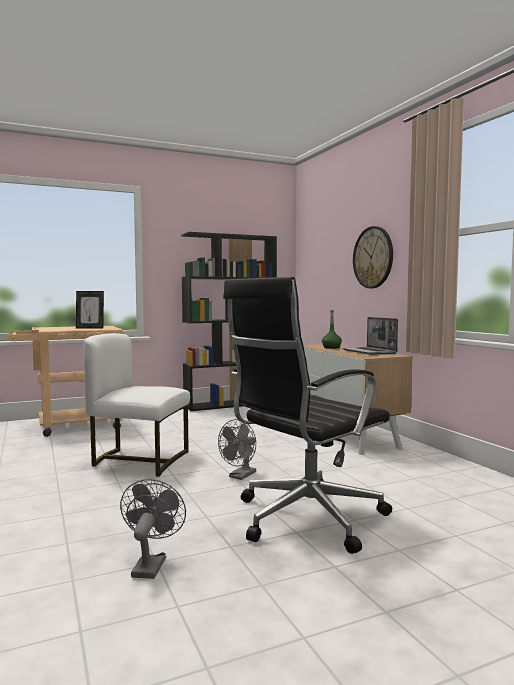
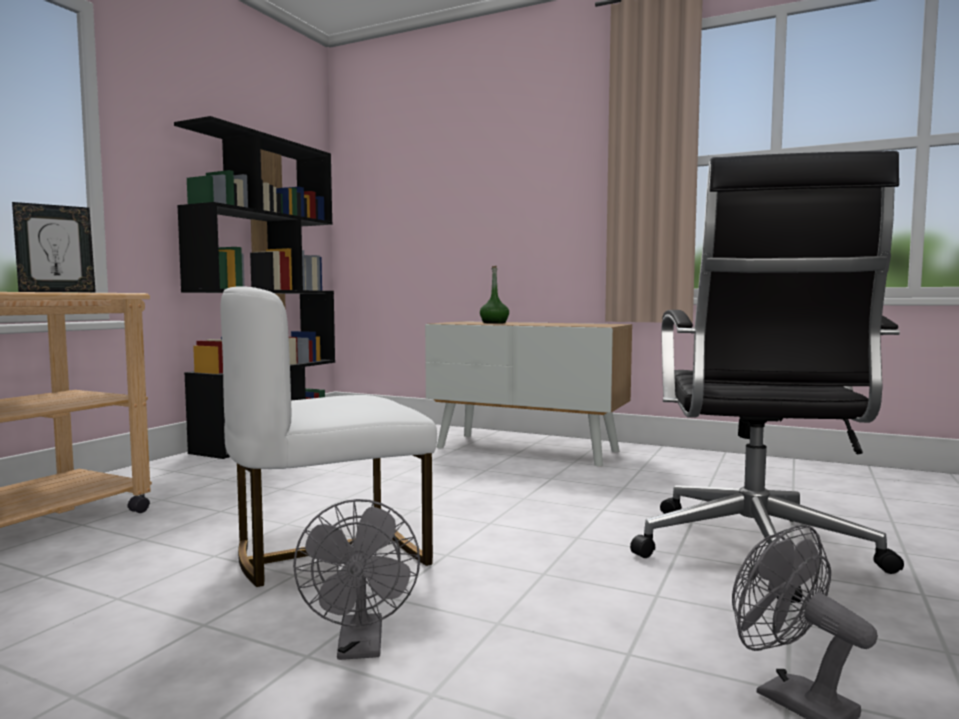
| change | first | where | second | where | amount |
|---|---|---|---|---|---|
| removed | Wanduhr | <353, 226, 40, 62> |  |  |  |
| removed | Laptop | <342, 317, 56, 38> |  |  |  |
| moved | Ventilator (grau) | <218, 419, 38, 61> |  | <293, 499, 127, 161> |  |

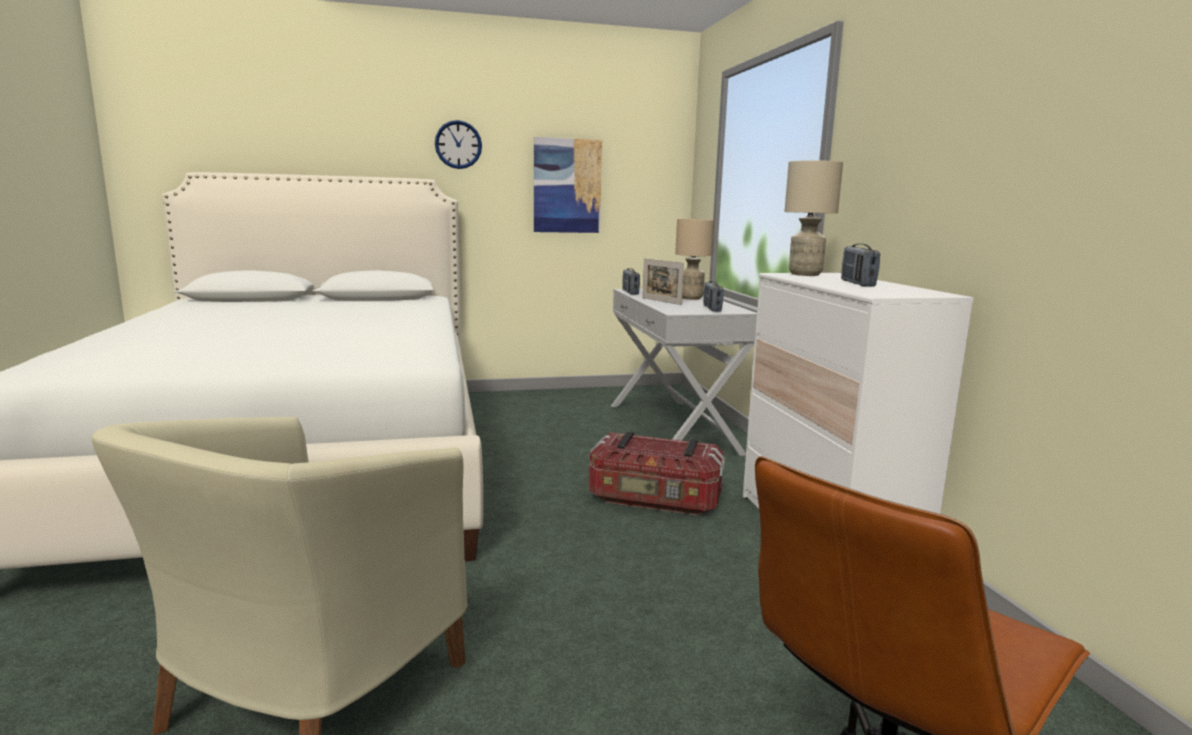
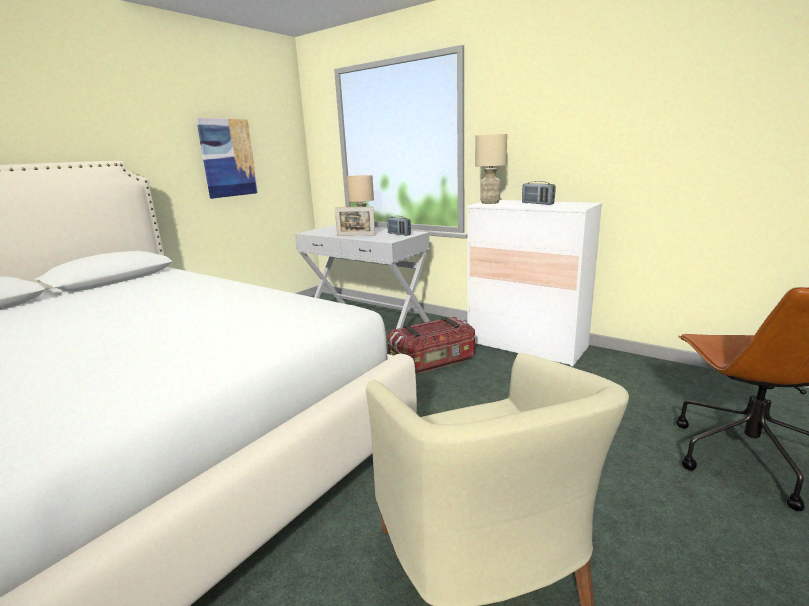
| change | first | where | second | where | amount |
|---|---|---|---|---|---|
| removed | Wanduhr | <435, 120, 47, 49> |  |  |  |
| removed | Radio | <622, 268, 18, 27> |  |  |  |

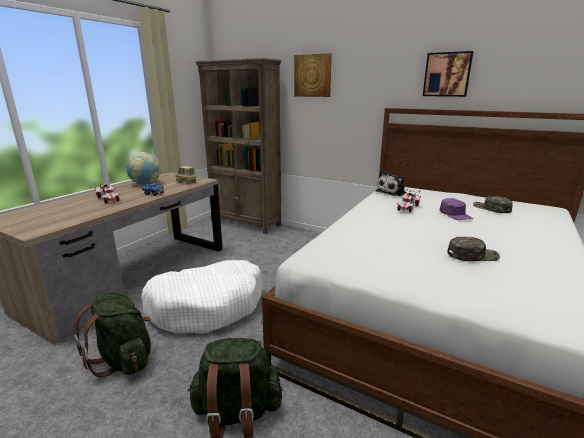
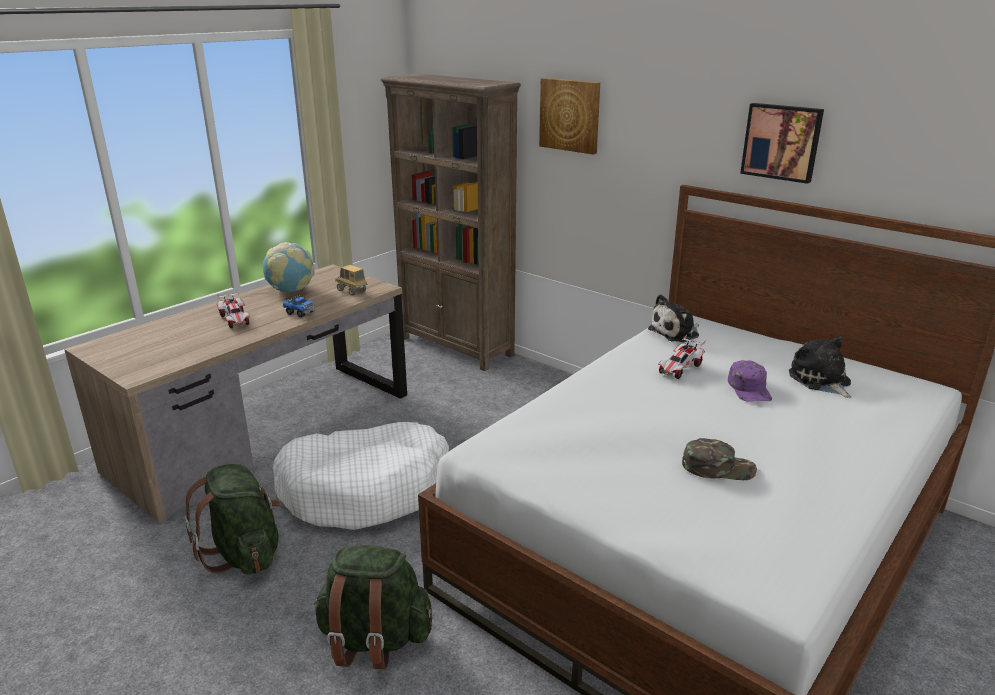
| change | first | where | second | where | amount |
|---|---|---|---|---|---|
| replaced | Kappe (grün) | <473, 196, 40, 17> | Plüschtier | <789, 336, 63, 62> |  |

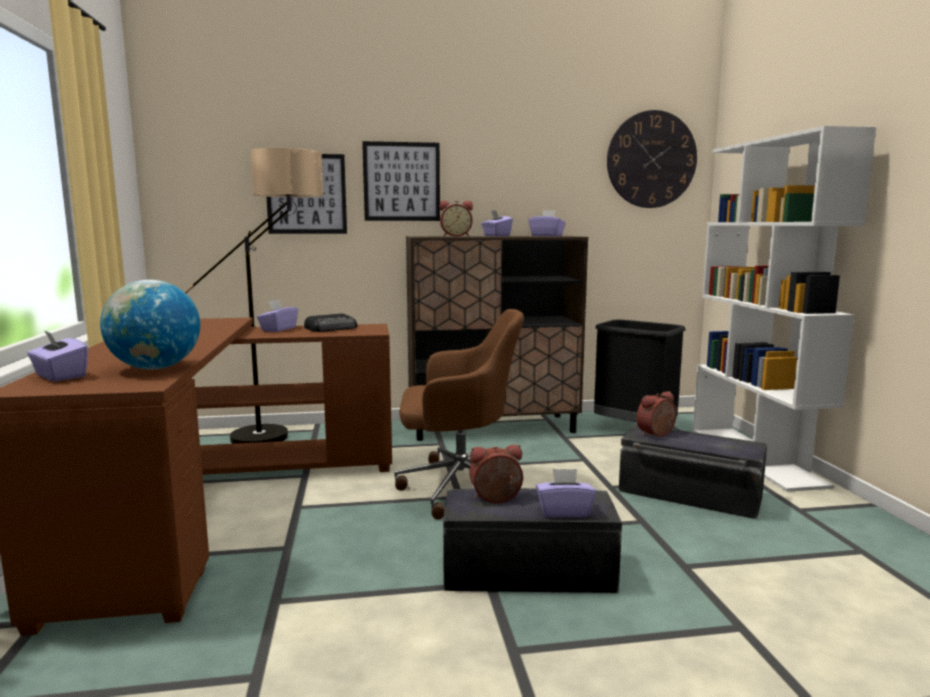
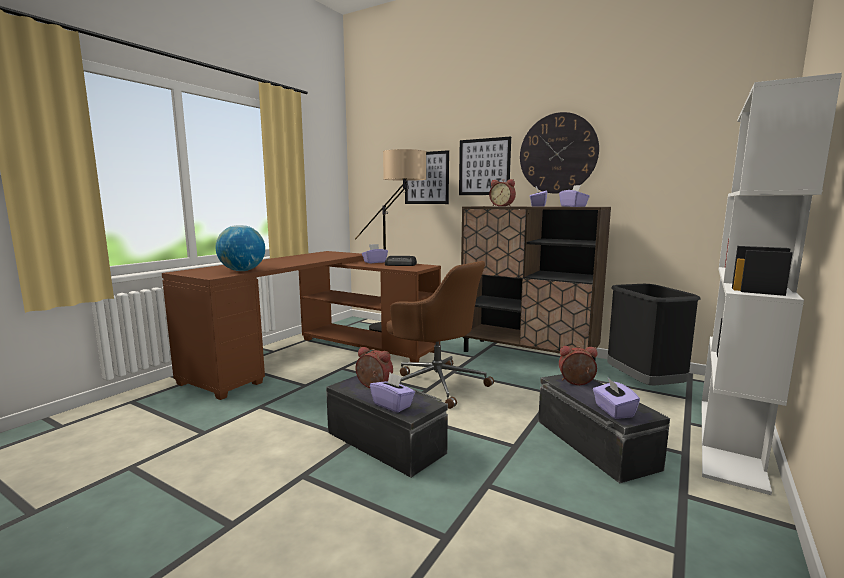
| change | first | where | second | where | amount |
|---|---|---|---|---|---|
| moved | Wanduhr | <607, 110, 90, 98> |  | <520, 112, 79, 81> |  |
| moved | Taschentuchbox (lila) | <27, 330, 61, 52> |  | <593, 378, 47, 41> |  |

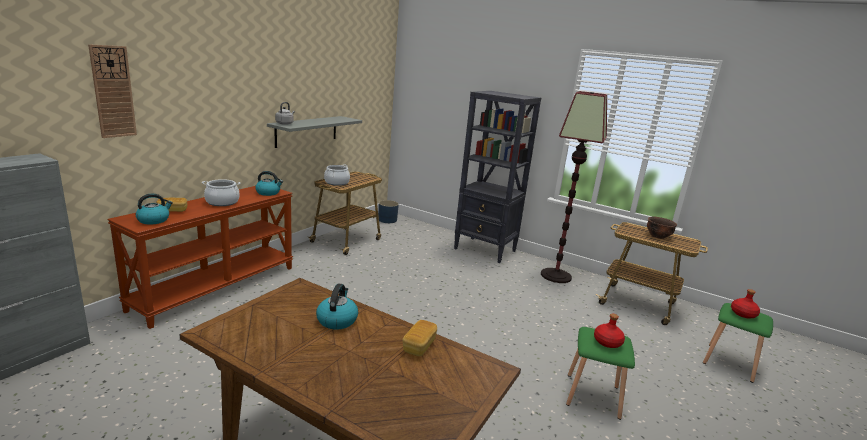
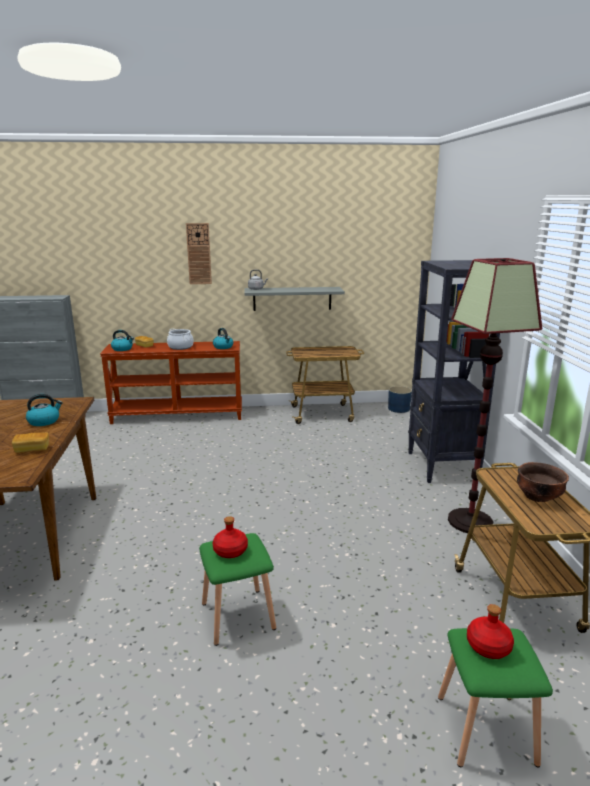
| change | first | where | second | where | amount |
|---|---|---|---|---|---|
| moved | Wanduhr | <88, 44, 49, 94> |  | <186, 223, 26, 61> |  |
| removed | Kochtopf | <324, 164, 26, 22> |  |  |  |

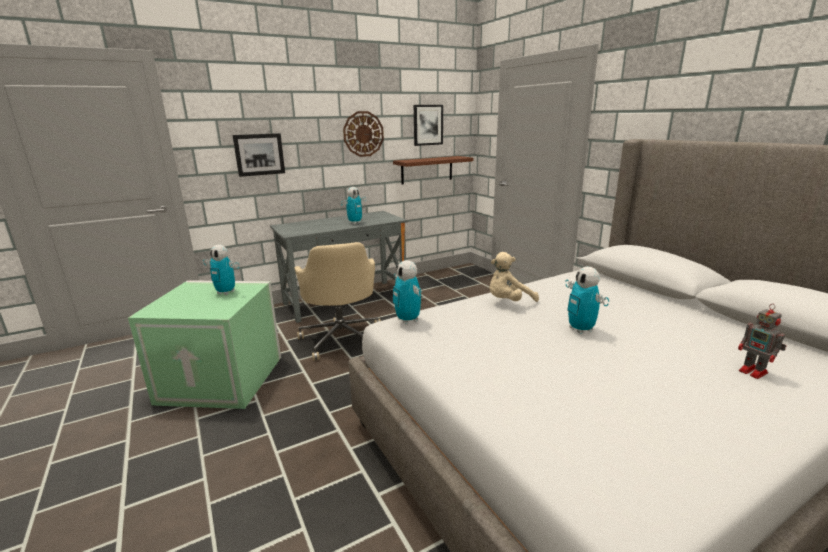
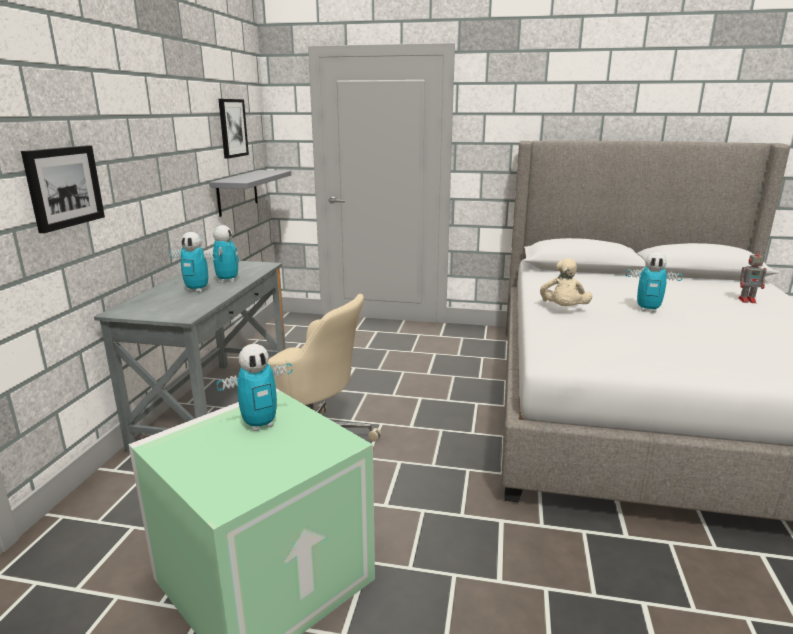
| change | first | where | second | where | amount |
|---|---|---|---|---|---|
| removed | Wanduhr | <343, 111, 41, 46> |  |  |  |
| recoloured | Wandregal (braun) | <393, 156, 80, 29> | Wandregal (grau) | <209, 170, 82, 47> |  |
| moved | Spielzeugroboter | <393, 260, 29, 64> |  | <169, 232, 48, 60> |  |

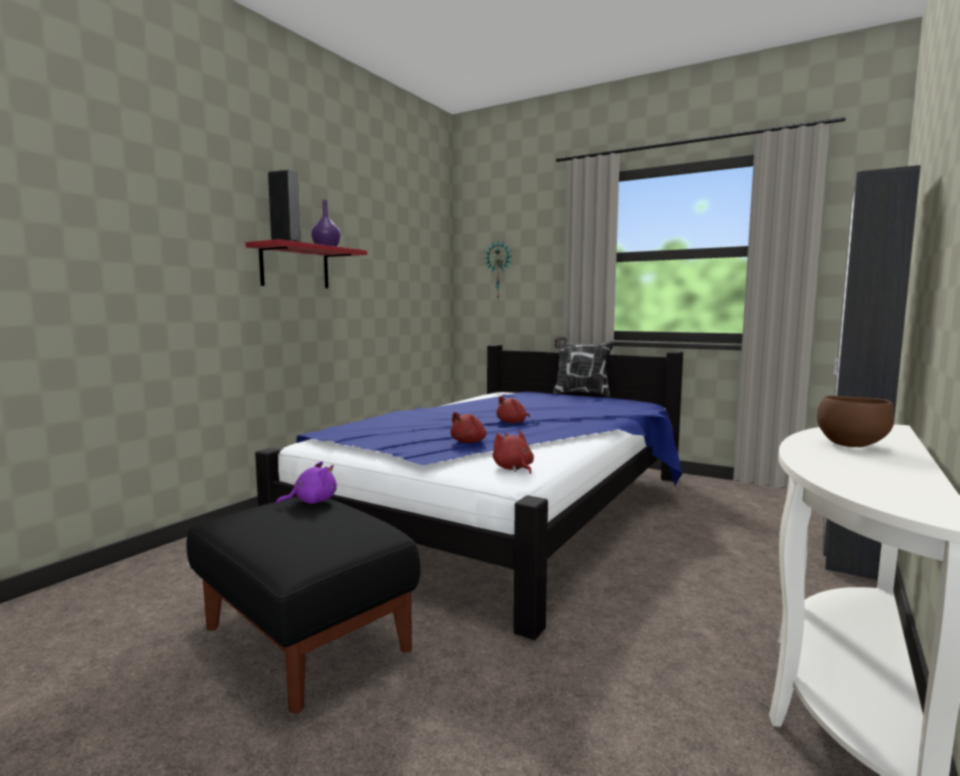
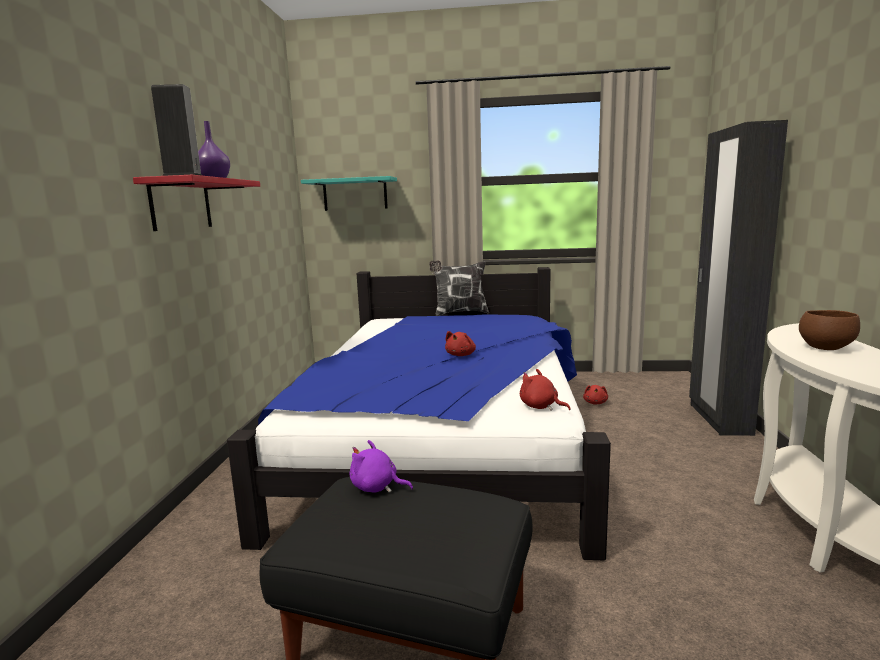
| change | first | where | second | where | amount |
|---|---|---|---|---|---|
| replaced | Wanduhr | <484, 241, 28, 58> | Wandregal (türkis) | <301, 176, 96, 35> |  |
| moved | Plüschtier (rot) | <450, 412, 37, 31> |  | <583, 385, 25, 19> |  |
| turned | Plüschtier (lila) | <276, 461, 61, 44> |  | <350, 440, 63, 53> | 105 degrees counterclockwise |

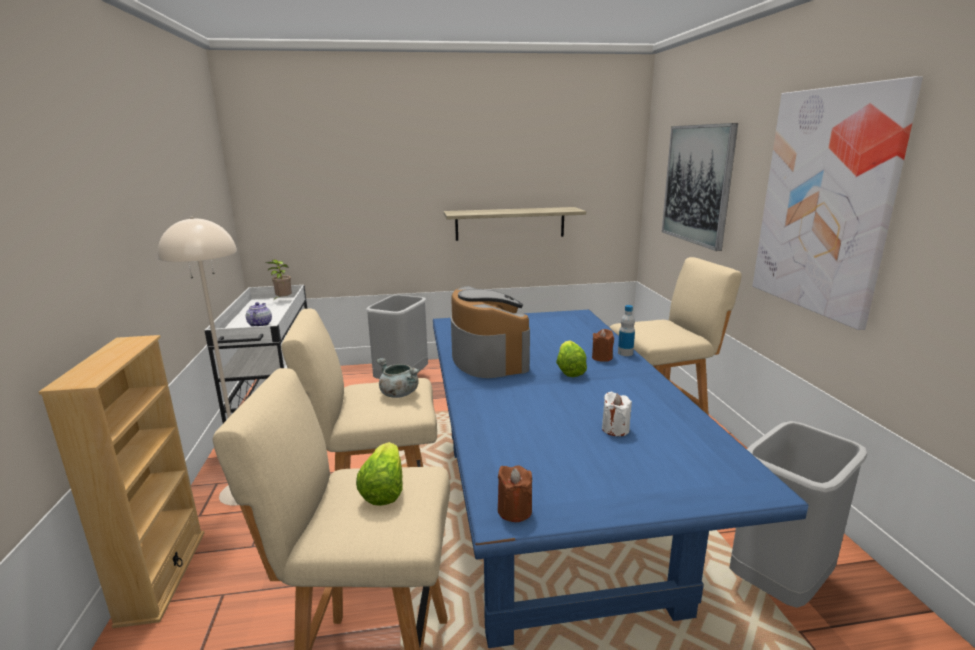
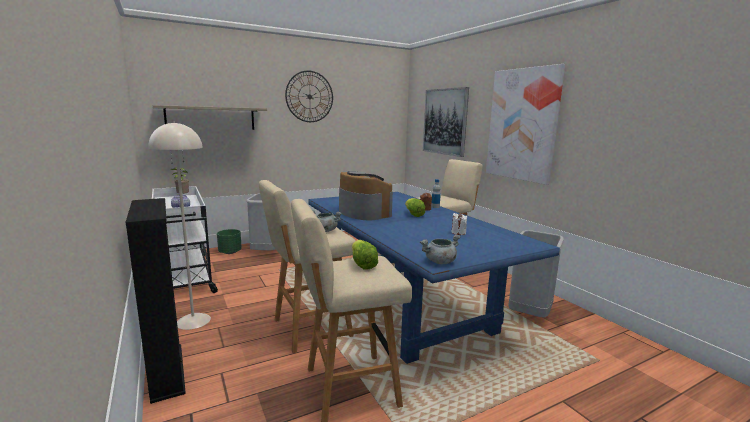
| change | first | where | second | where | amount |
|---|---|---|---|---|---|
| moved | Wandregal | <444, 207, 142, 34> |  | <152, 105, 115, 25> |  |
| recoloured | Bücherregal (beige) | <39, 335, 165, 293> | Bücherregal (schwarz) | <125, 198, 61, 206> |  |
| replaced | Kerze (braun) | <498, 465, 34, 57> | Kochtopf (grau) | <420, 235, 40, 29> |  |
| added |  |  | Wanduhr | <285, 70, 48, 52> |  |
| added |  |  | Pflanzkübel (grün) | <217, 229, 25, 25> |  |

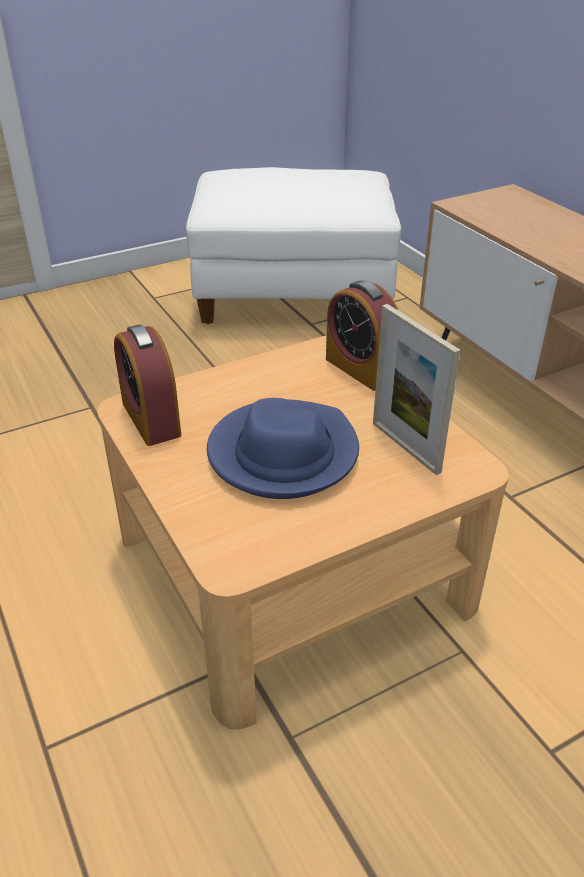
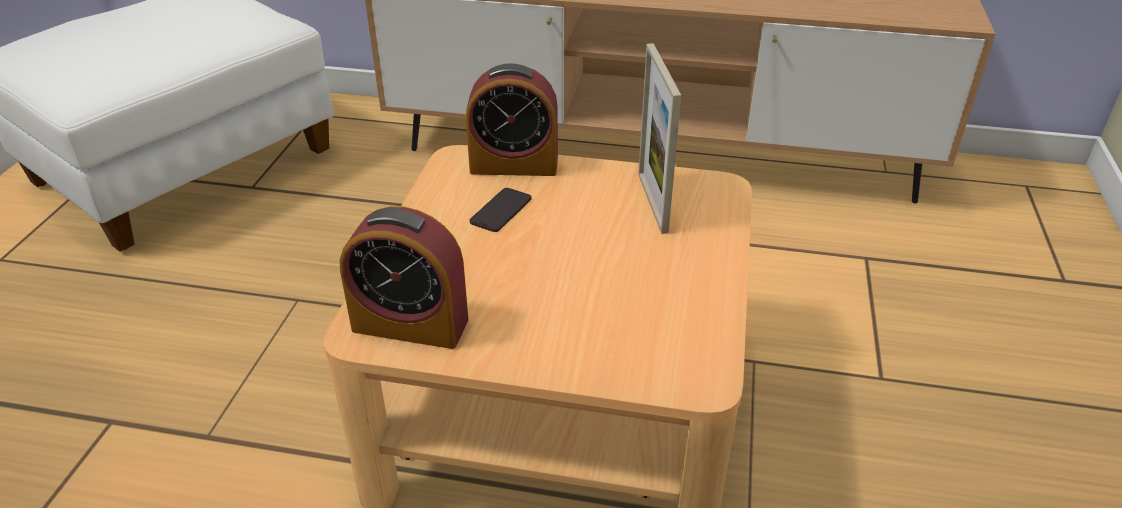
| change | first | where | second | where | amount |
|---|---|---|---|---|---|
| turned | Bilderrahmen | <373, 304, 87, 171> |  | <638, 43, 43, 191> | 75 degrees clockwise |
| removed | Hut (blau) | <207, 398, 152, 101> |  |  |  |
| added |  |  | Handy | <470, 188, 62, 44> |  |

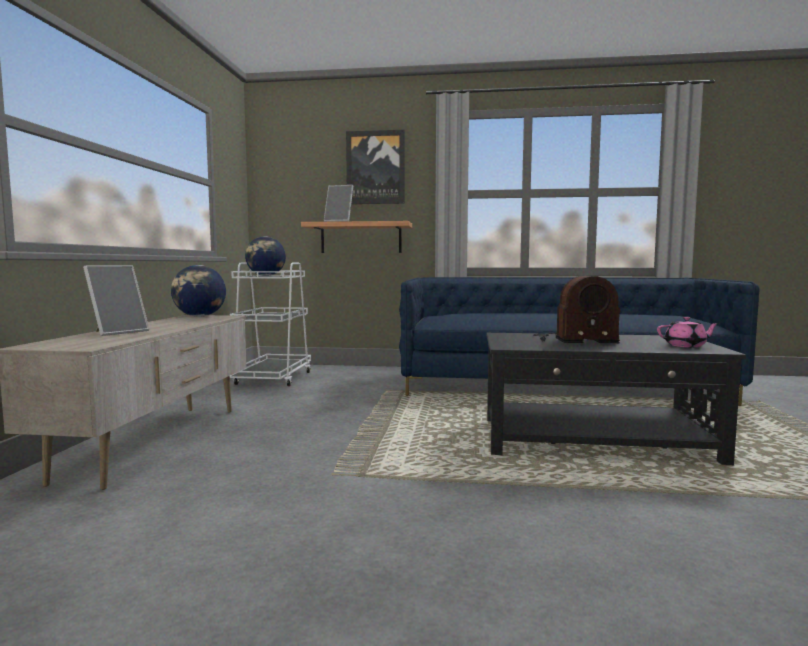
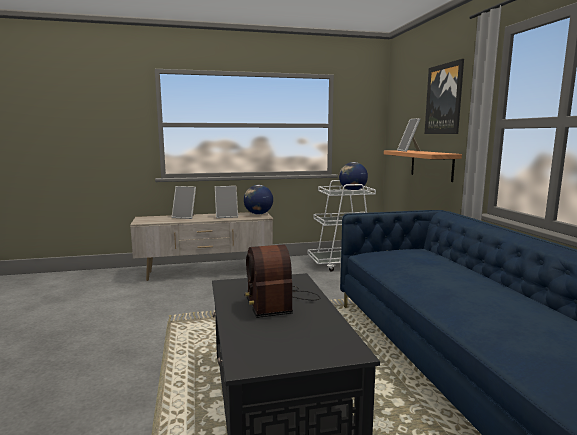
| change | first | where | second | where | amount |
|---|---|---|---|---|---|
| removed | Teekanne (rosa) | <657, 317, 62, 31> |  |  |  |
| added |  |  | Bilderrahmen | <215, 186, 23, 32> |  |

